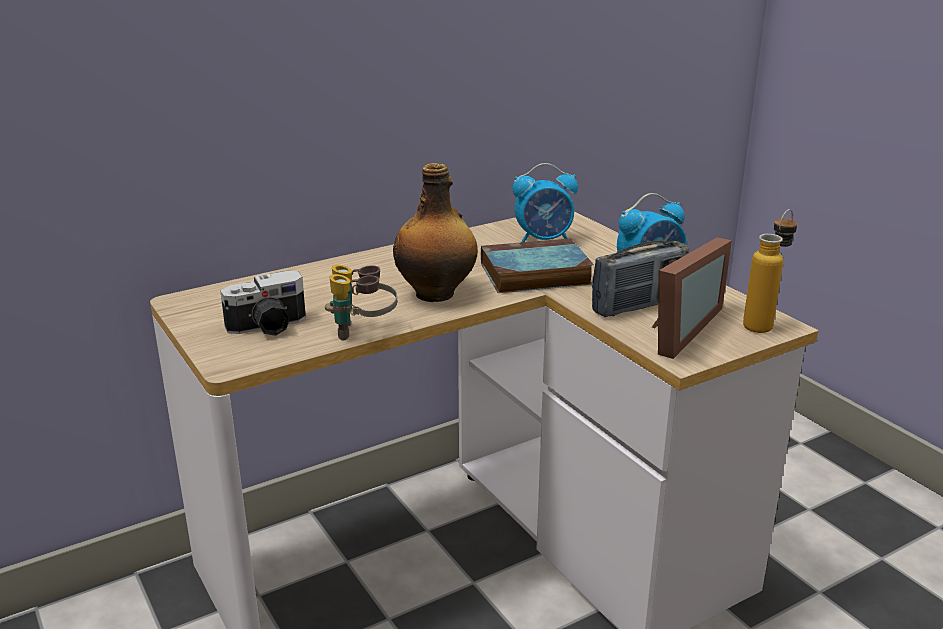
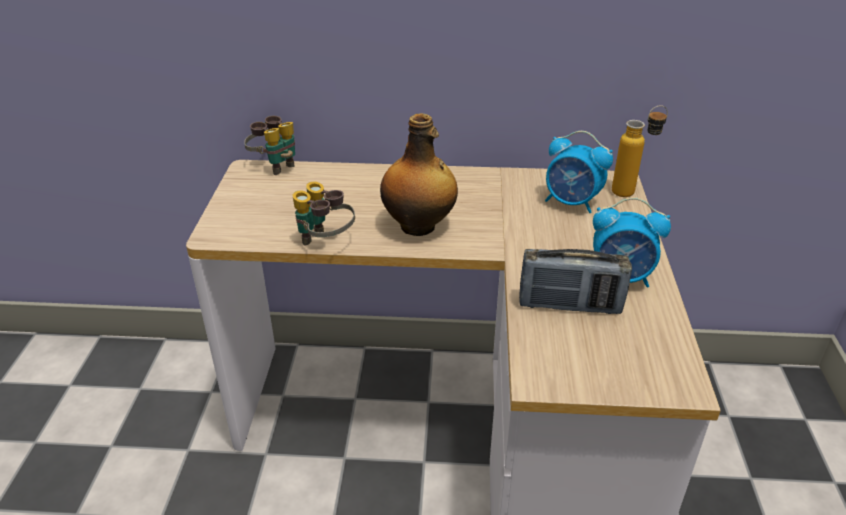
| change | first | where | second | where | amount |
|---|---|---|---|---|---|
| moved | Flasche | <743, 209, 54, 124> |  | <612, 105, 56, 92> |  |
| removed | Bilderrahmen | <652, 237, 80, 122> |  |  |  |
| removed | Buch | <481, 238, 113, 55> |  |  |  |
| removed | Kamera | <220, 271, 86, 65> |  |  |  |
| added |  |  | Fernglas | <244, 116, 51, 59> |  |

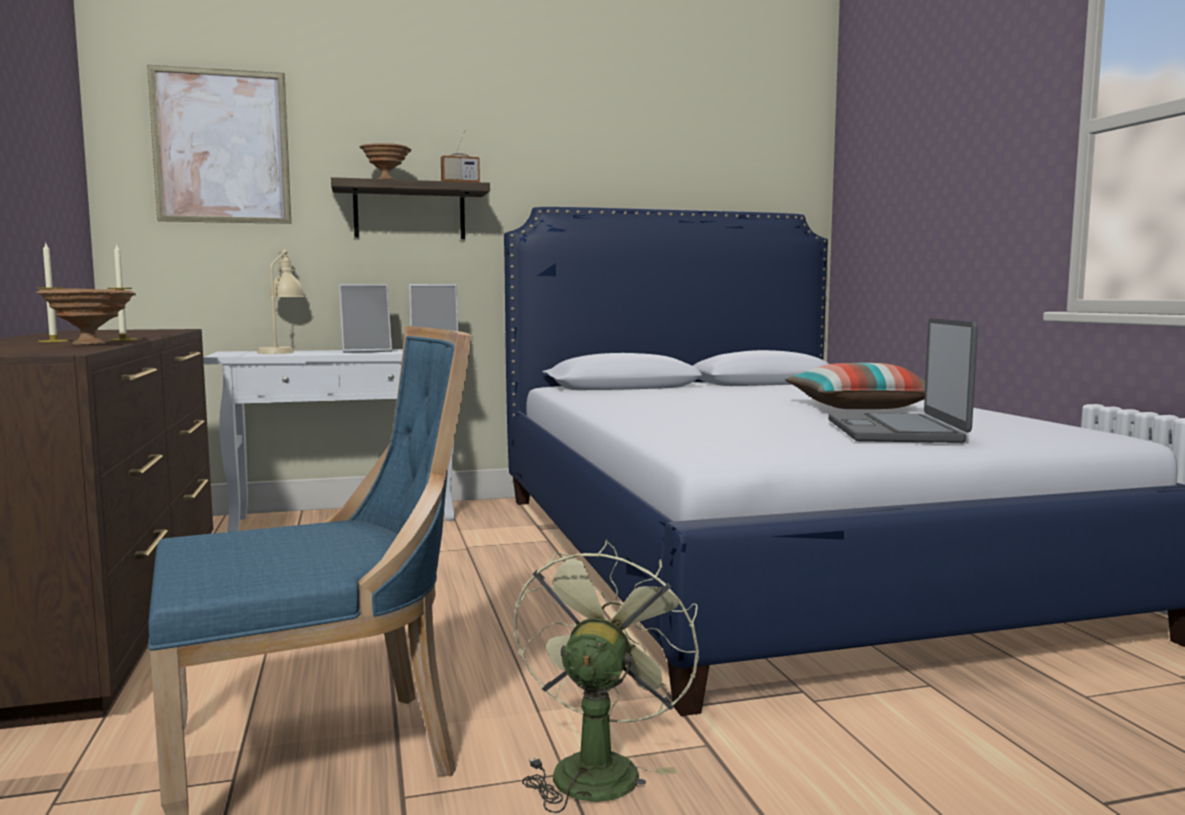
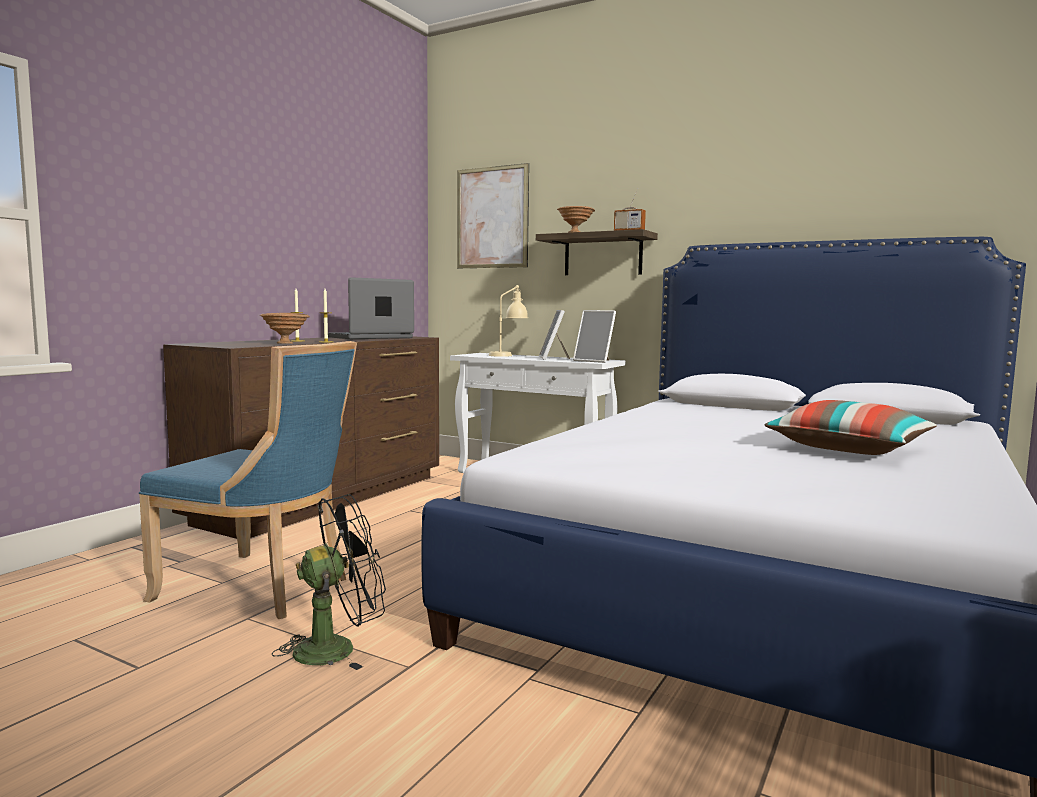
| change | first | where | second | where | amount |
|---|---|---|---|---|---|
| turned | Bilderrahmen | <339, 284, 53, 69> |  | <539, 310, 31, 50> | 60 degrees clockwise |
| moved | Laptop | <828, 318, 150, 125> |  | <328, 277, 86, 62> |  |
| recoloured | Ventilator (grün) | <514, 540, 185, 273> | Ventilator (schwarz) | <272, 494, 114, 176> |  |

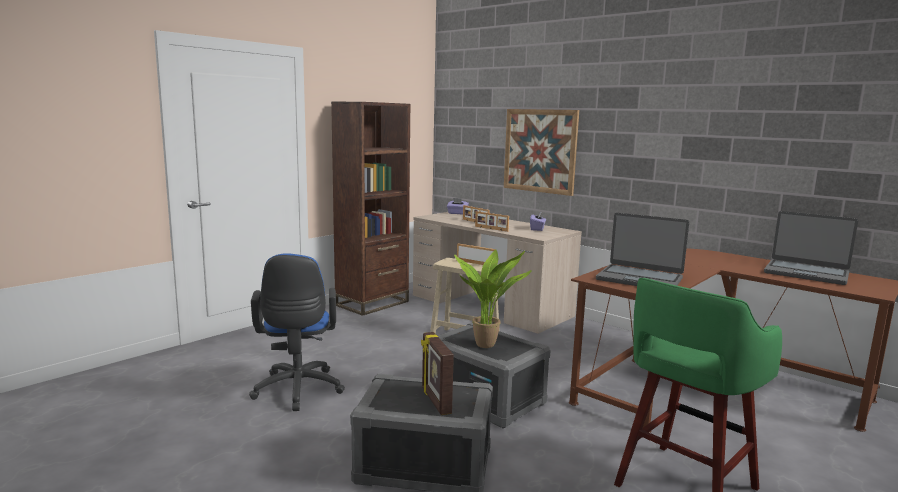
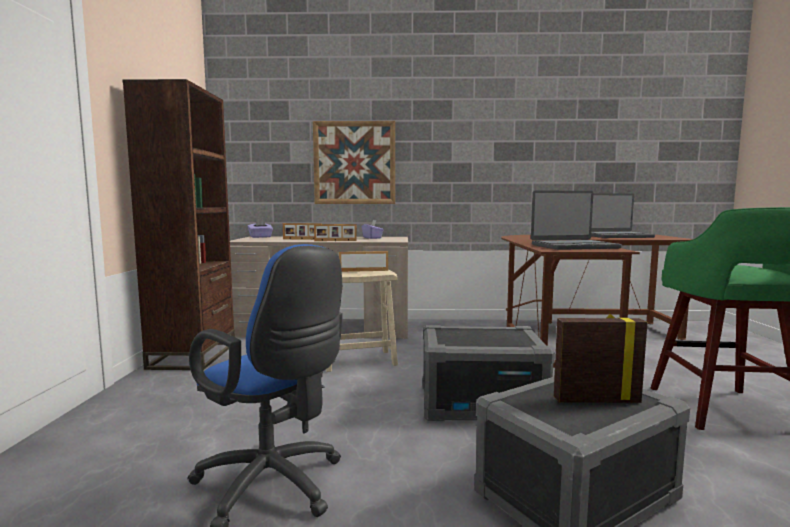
| change | first | where | second | where | amount |
|---|---|---|---|---|---|
| removed | Topfpflanze | <454, 249, 78, 99> |  |  |  |
| turned | Bilderrahmen | <421, 332, 33, 83> |  | <554, 314, 93, 89> | 150 degrees clockwise |

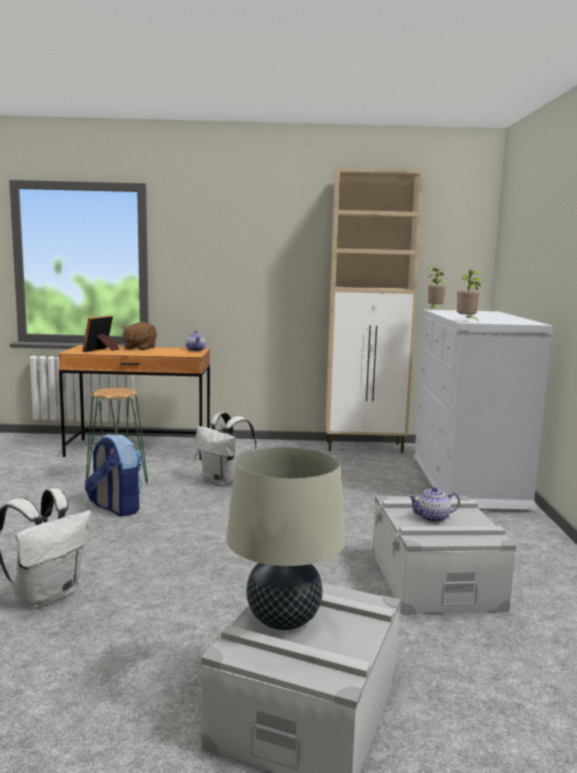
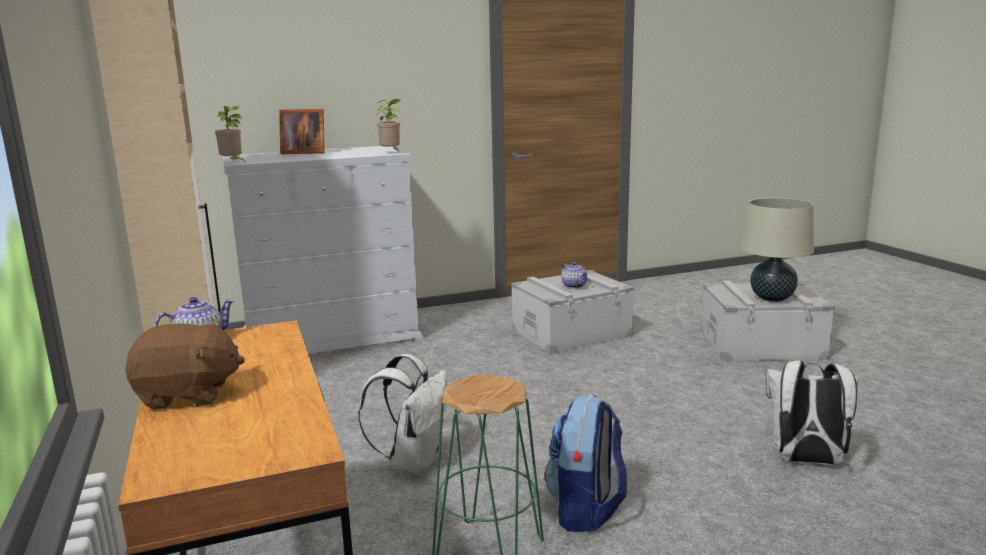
| change | first | where | second | where | amount |
|---|---|---|---|---|---|
| moved | Bilderrahmen | <82, 315, 37, 37> |  | <279, 109, 46, 45> |  |

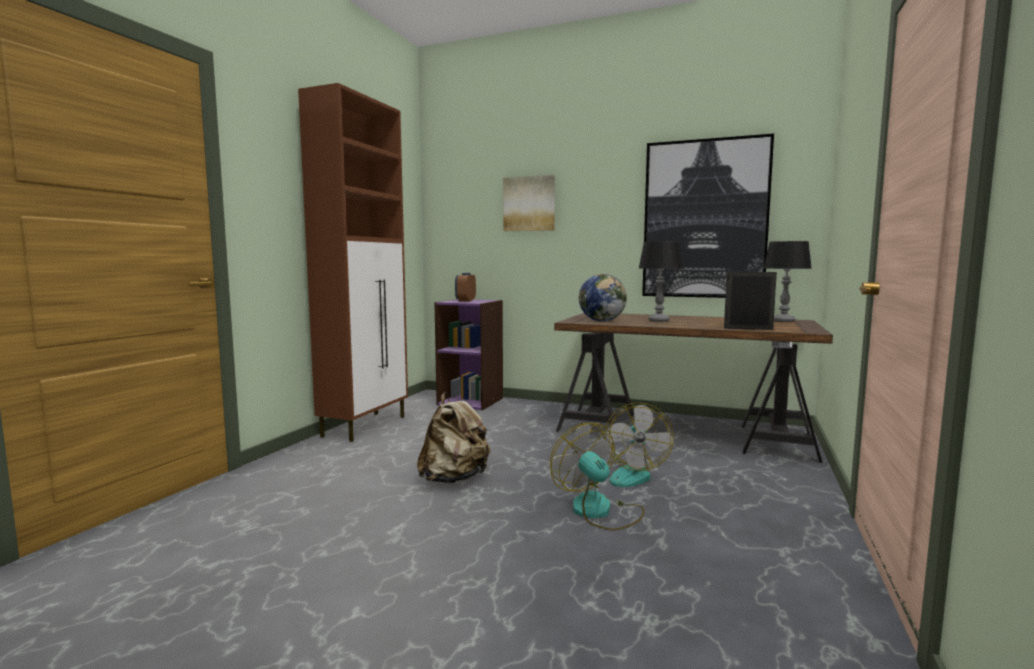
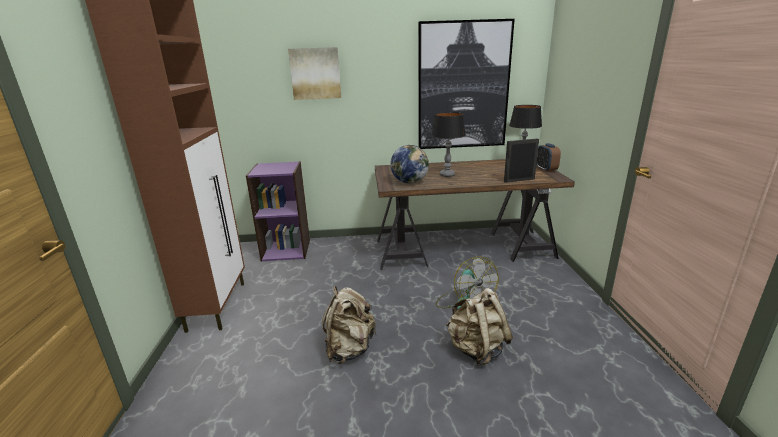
| change | first | where | second | where | amount |
|---|---|---|---|---|---|
| moved | Wecker | <455, 273, 21, 29> |  | <536, 143, 25, 29> |  |
| replaced | Ventilator | <550, 423, 95, 108> | Rucksack (beige) | <446, 288, 67, 78> |  |

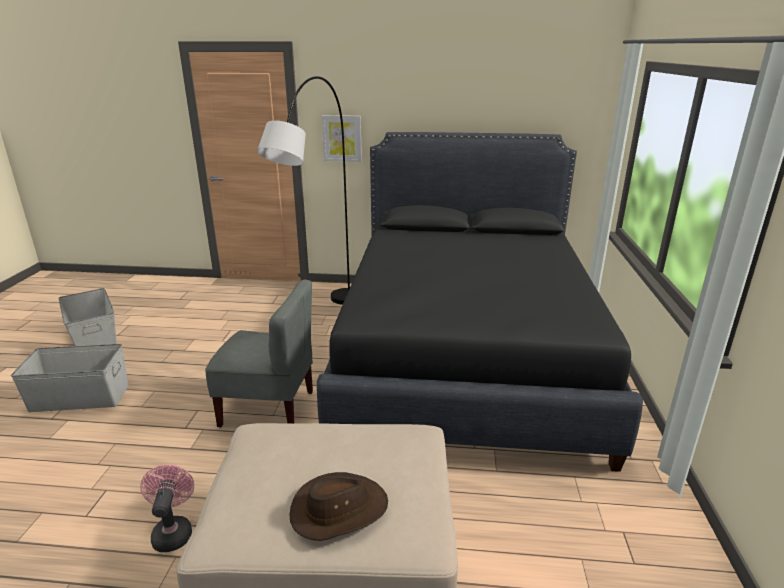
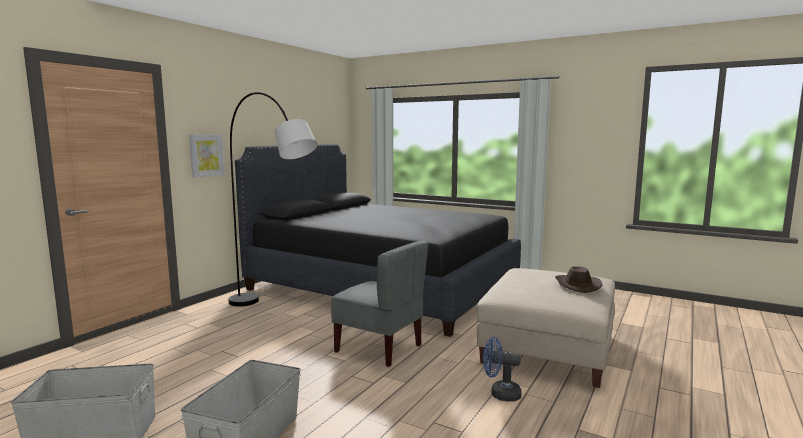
| change | first | where | second | where | amount |
|---|---|---|---|---|---|
| turned | Stuhl (grau) | <205, 280, 108, 148> |  | <331, 240, 98, 127> | 90 degrees clockwise |
| recoloured | Ventilator (rosa) | <140, 465, 54, 87> | Ventilator (blau) | <483, 337, 39, 65> |  |

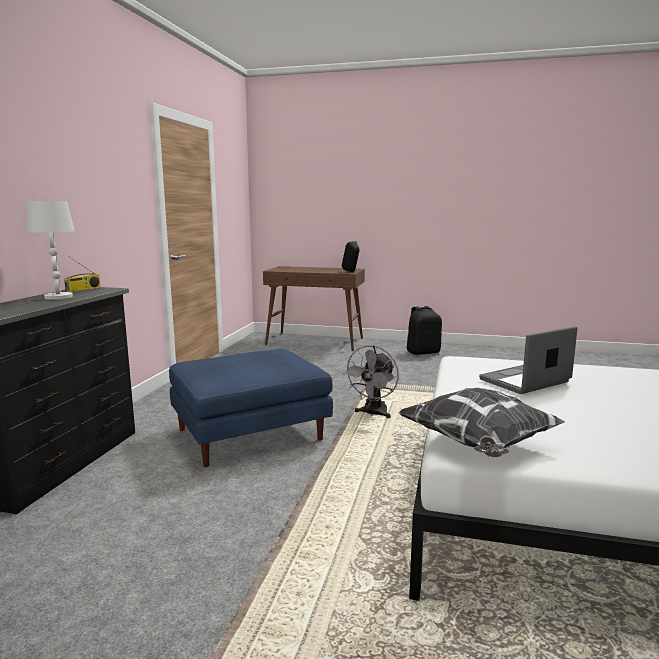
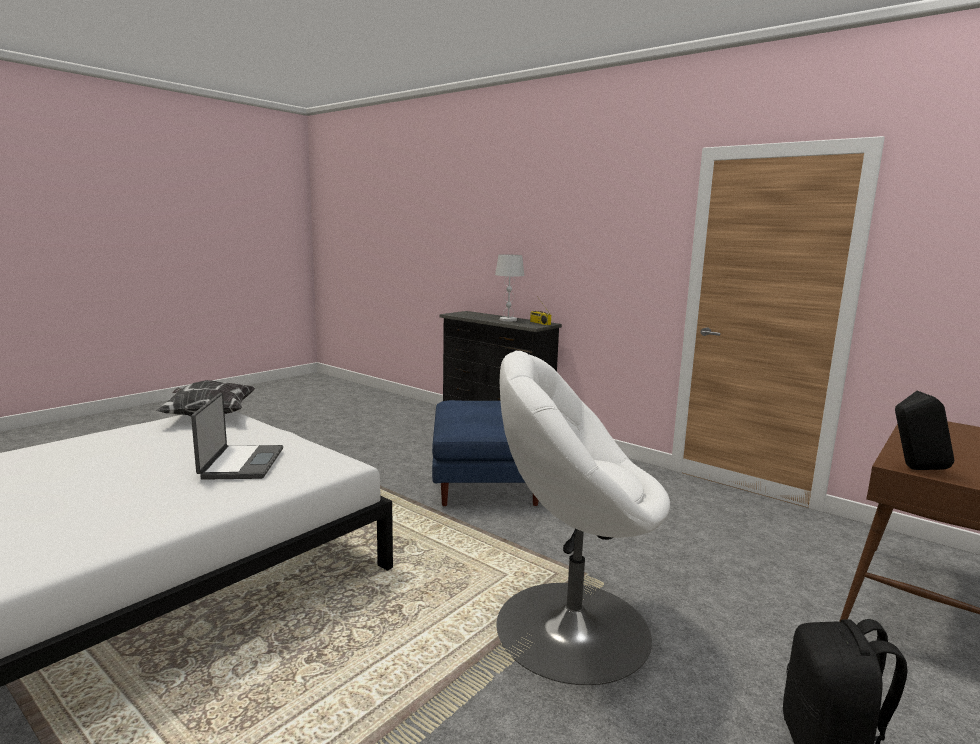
| change | first | where | second | where | amount |
|---|---|---|---|---|---|
| removed | Ventilator (grau) | <342, 345, 57, 73> |  |  |  |
| added |  |  | Sessel (weiß) | <497, 351, 173, 334> |  |

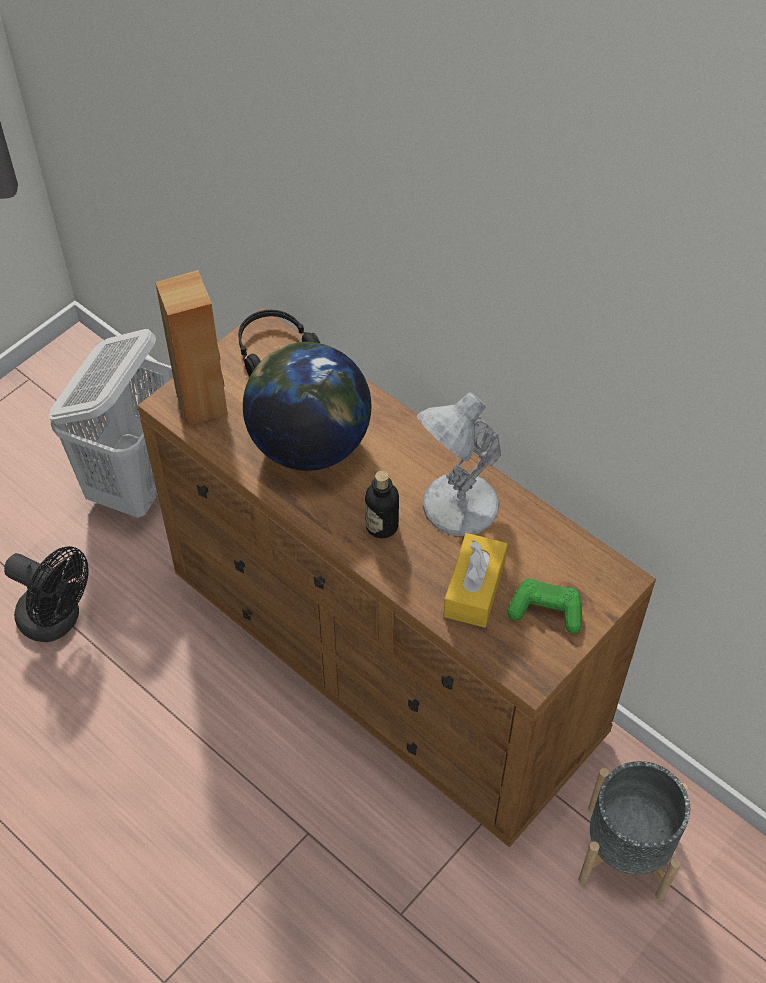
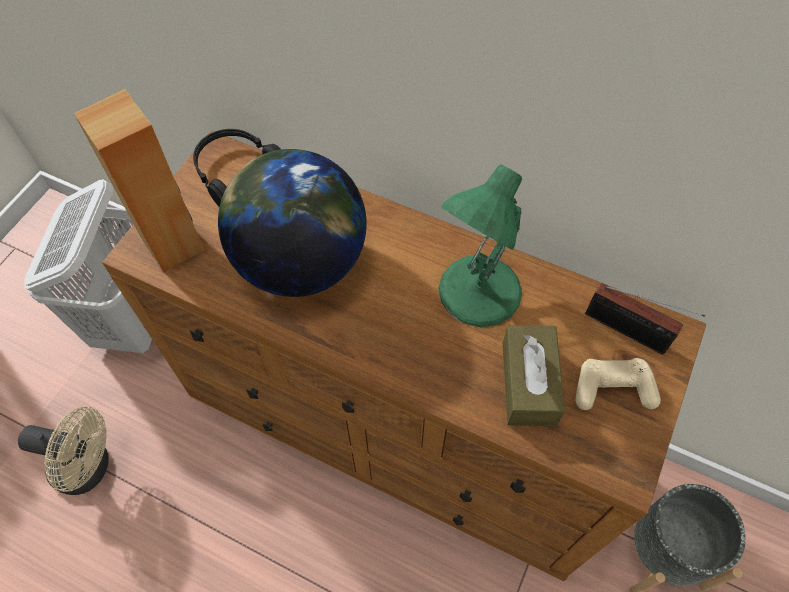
| change | first | where | second | where | amount |
|---|---|---|---|---|---|
| recoloured | Tischlampe (weiß) | <417, 392, 84, 144> | Tischlampe (grün) | <438, 164, 84, 163> |  |
| removed | Flasche | <365, 470, 34, 68> |  |  |  |
| recoloured | Taschentuchbox (gelb) | <444, 533, 63, 95> | Taschentuchbox (braun) | <503, 325, 62, 101> |  |
| recoloured | Ventilator (schwarz) | <4, 546, 84, 96> | Ventilator (beige) | <18, 407, 91, 88> |  |
| recoloured | Gamepad (grün) | <508, 579, 74, 55> | Gamepad (beige) | <575, 358, 86, 52> |  |
| added |  |  | Radio | <585, 283, 120, 72> |  |

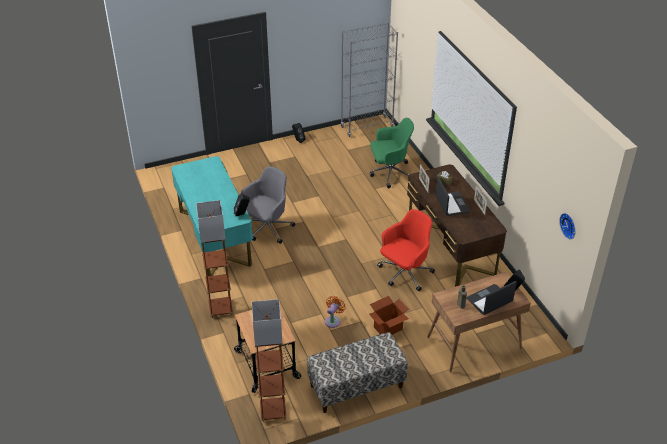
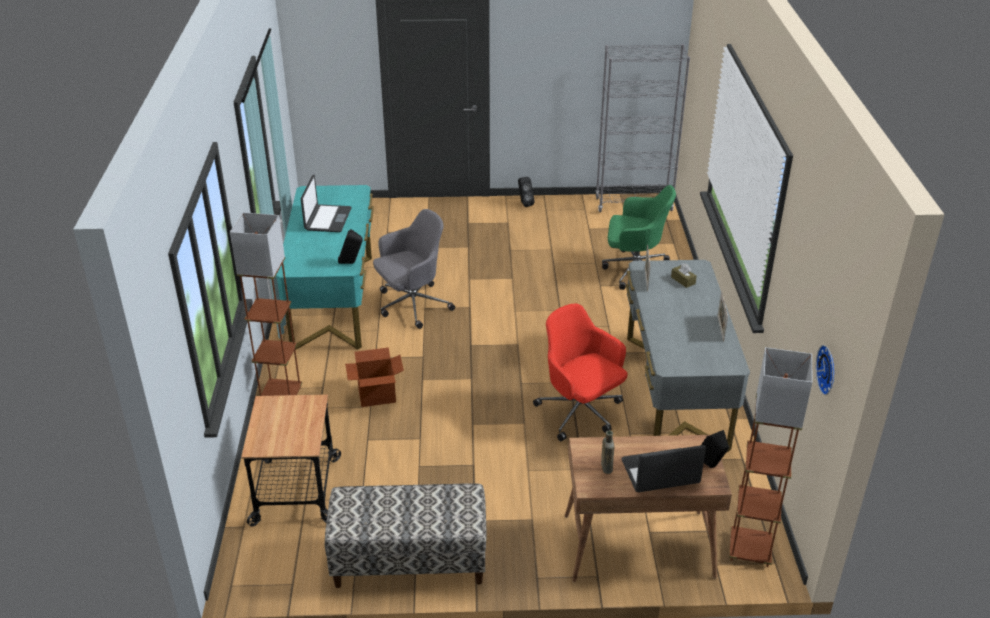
| change | first | where | second | where | amount |
|---|---|---|---|---|---|
| recoloured | Schreibtisch (braun) | <407, 164, 100, 123> | Schreibtisch (grau) | <626, 260, 124, 192> |  |
| moved | Laptop | <435, 177, 35, 39> |  | <301, 175, 51, 57> |  |
| turned | Bürostuhl (rot) | <377, 209, 58, 82> |  | <533, 304, 95, 137> | 105 degrees counterclockwise |
| removed | Ventilator (orange) | <325, 296, 21, 32> |  |  |  |
| moved | Karton | <369, 296, 40, 39> |  | <345, 347, 59, 60> |  |
| moved | Stehlampe (braun) | <252, 299, 35, 123> |  | <729, 347, 84, 220> |  |

